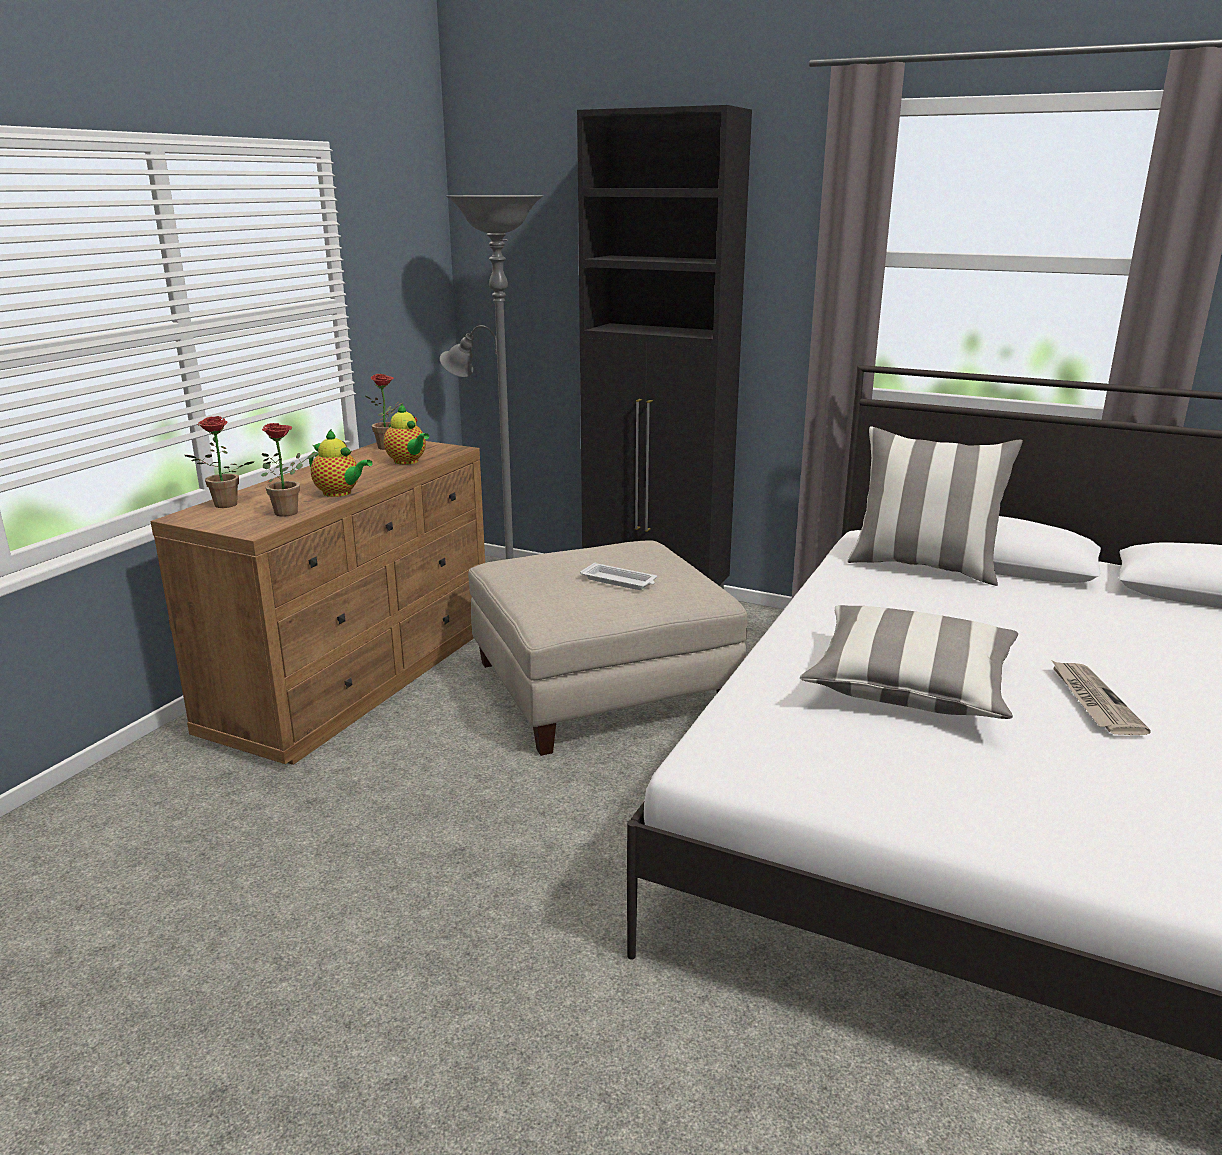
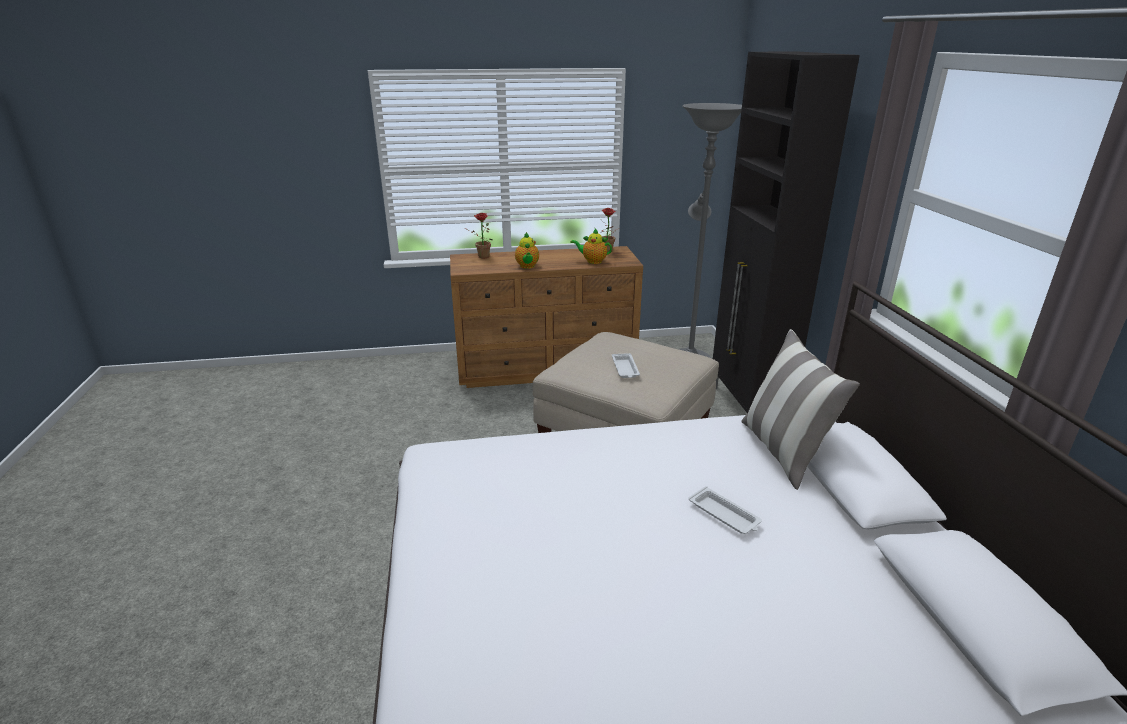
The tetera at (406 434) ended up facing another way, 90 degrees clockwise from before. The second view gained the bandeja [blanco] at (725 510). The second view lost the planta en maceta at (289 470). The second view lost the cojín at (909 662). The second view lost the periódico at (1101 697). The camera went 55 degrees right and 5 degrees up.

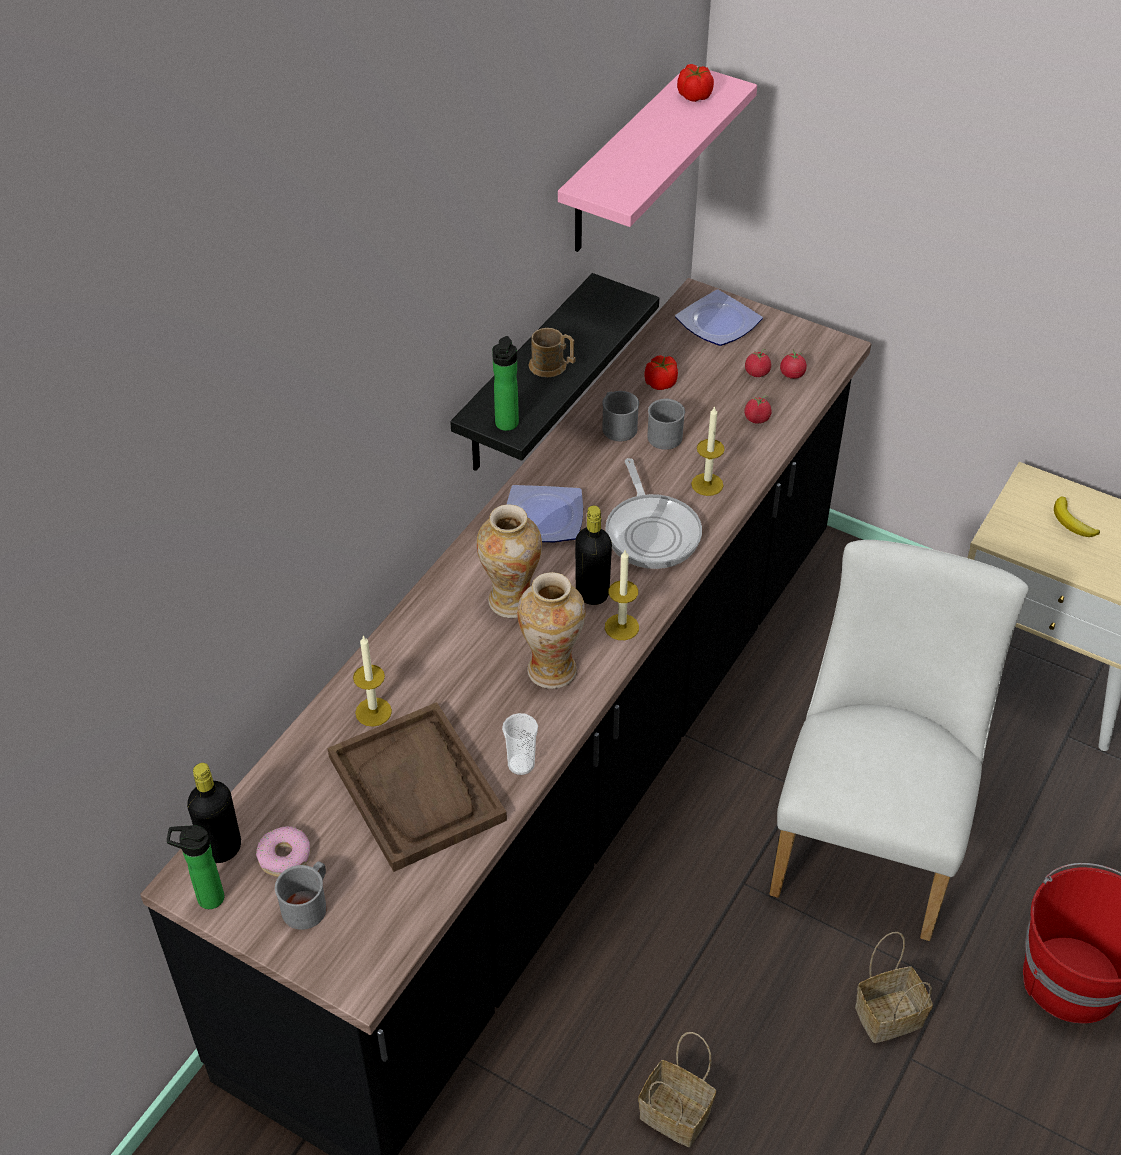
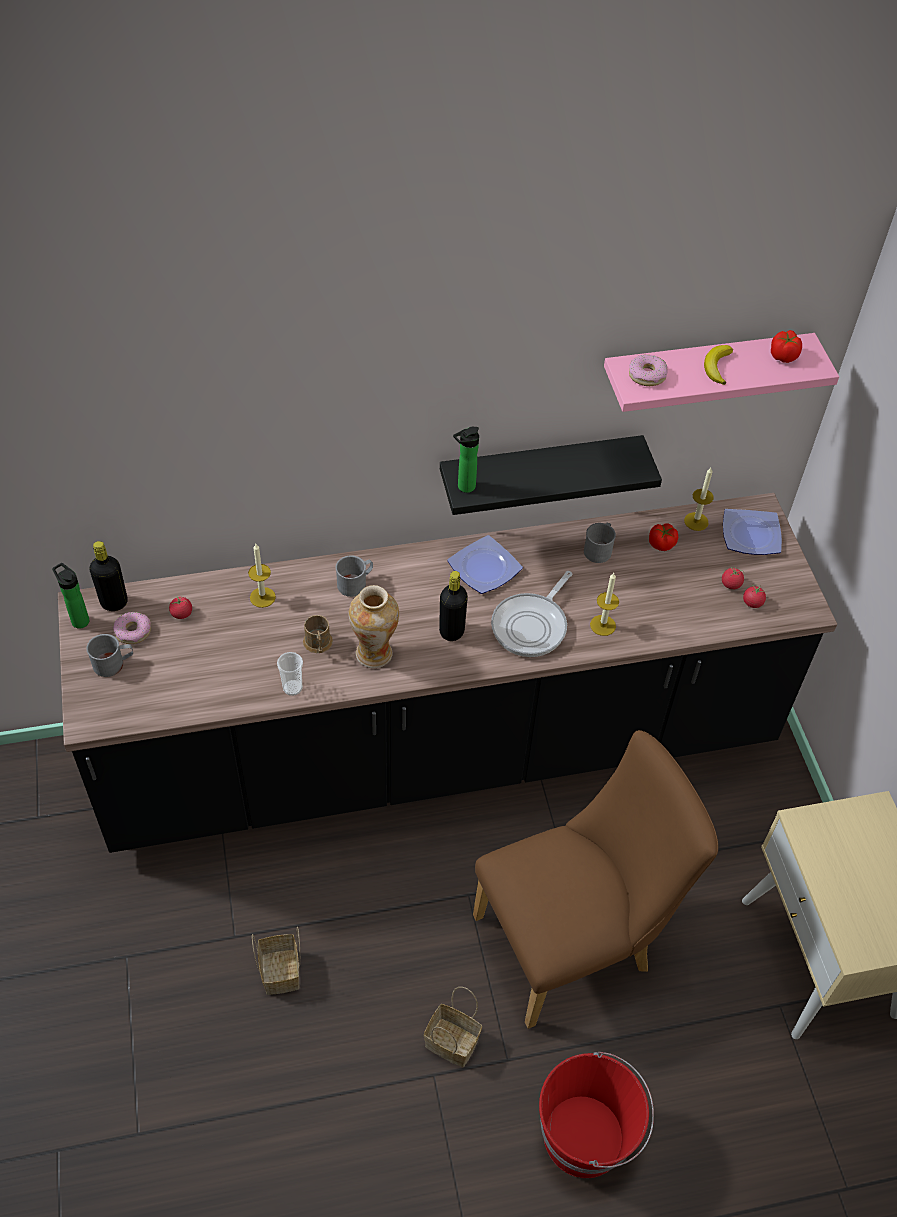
The tomate ended up elsewhere, having gone from (758 409) to (180 607). The taza grande [marrón] ended up elsewhere, having gone from (552 352) to (318 634). The taza grande [gris] ended up elsewhere, having gone from (666 424) to (354 576). What was the silla [blanco] at (899 740) turned into the silla [marrón] at (595 879). The second view gained the rosquilla at (648 370). The vela ended up elsewhere, having gone from (622 595) to (699 499). The plátano ended up elsewhere, having gone from (1077 516) to (718 365). The second view lost the bandeja [marrón] at (417 787). The second view lost the florero at (509 561). The camera went 45 degrees right and 5 degrees up.

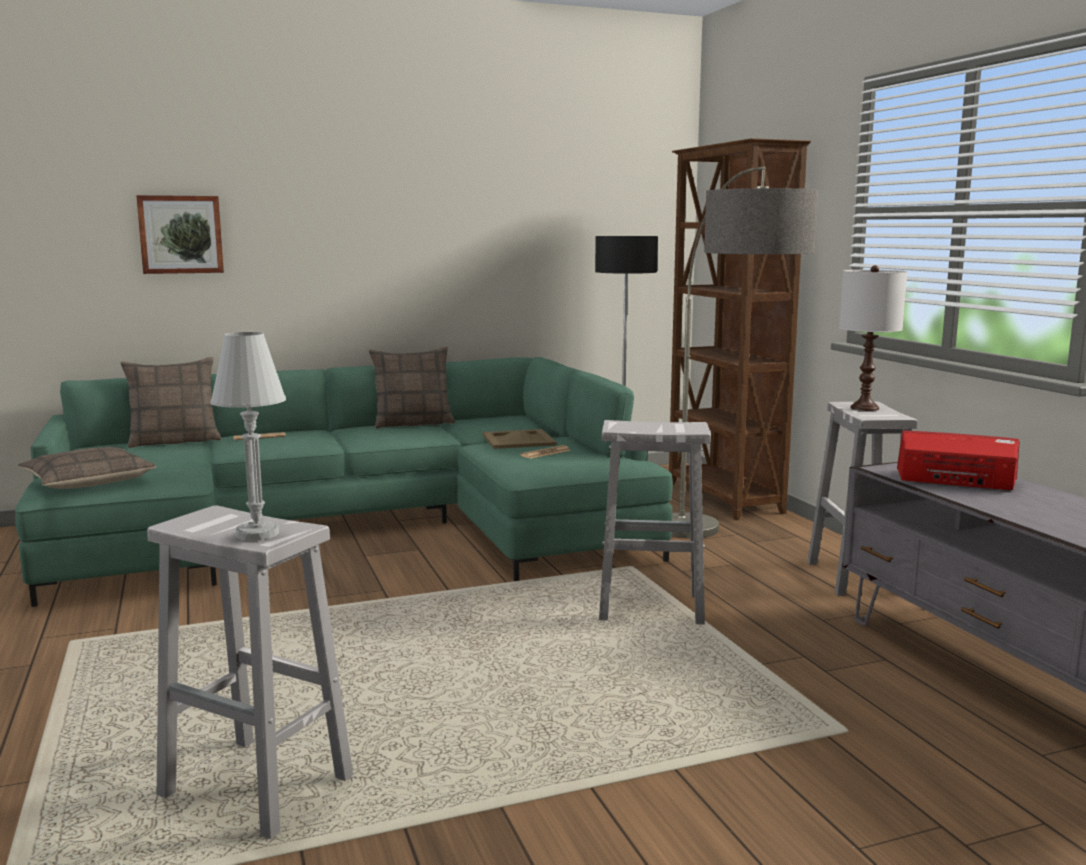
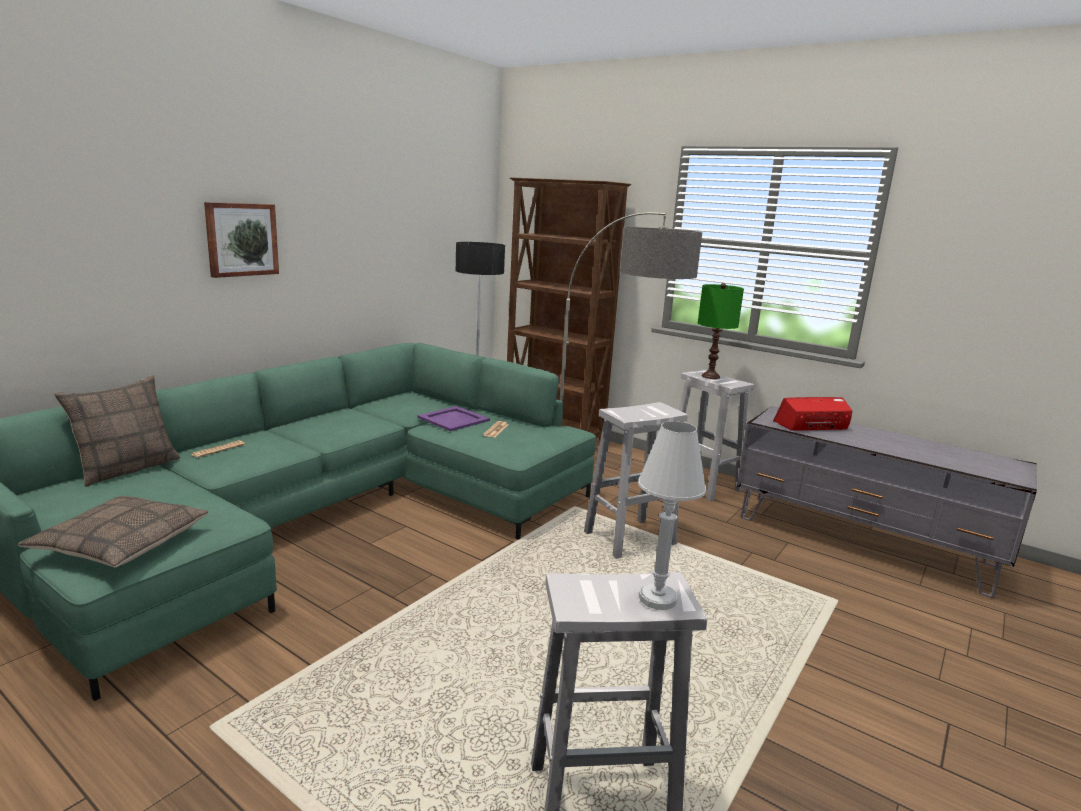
The cuadro ended up elsewhere, having gone from (180 234) to (241 240). What was the bandeja [beis] at (519 439) turned into the bandeja [morado] at (453 418). What was the lámpara de mesa [blanco] at (873 338) turned into the lámpara de mesa [verde] at (721 331). The second view lost the cojín at (412 388). The camera went 35 degrees left and 5 degrees up.

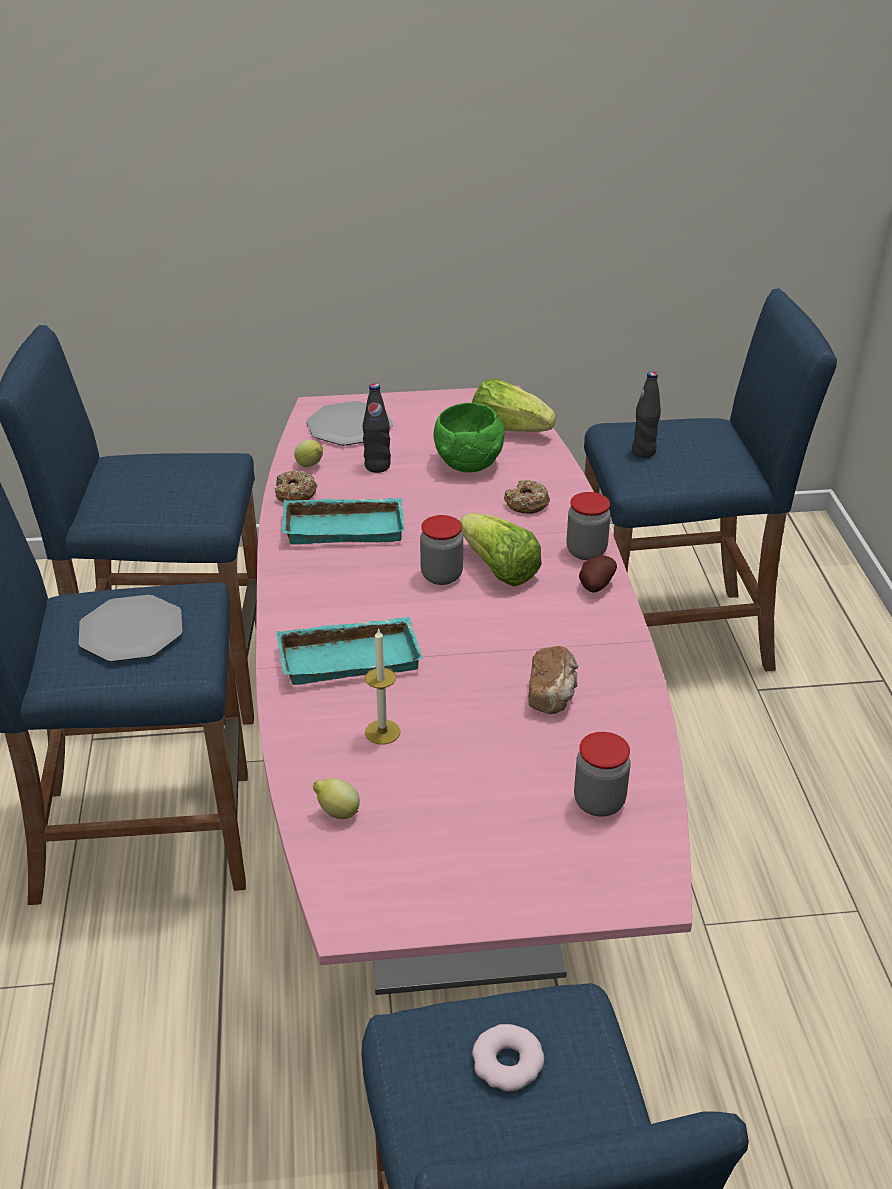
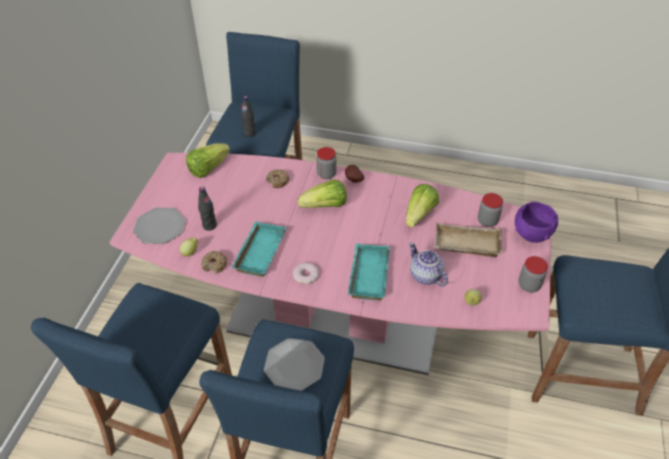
The rosquilla ended up elsewhere, having gone from (508 1058) to (306 273). Where the pan stood at (553 680), the lechuga came to stand at (422 205). Where the vela stood at (383 686), the tetera came to stand at (428 264). The second view gained the bandeja [beis] at (468 240). The second view gained the cuenco [morado] at (536 222). The tarro ended up elsewhere, having gone from (441 550) to (533 274). The second view lost the cuenco [verde] at (469 437). The camera went 70 degrees left and 10 degrees up.

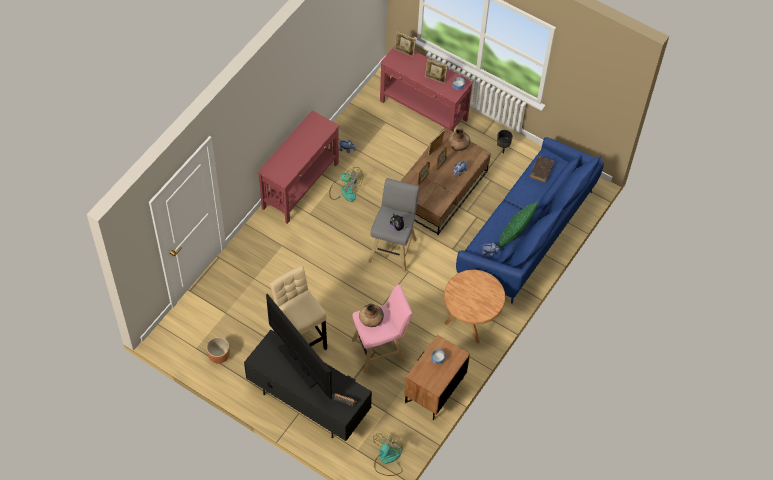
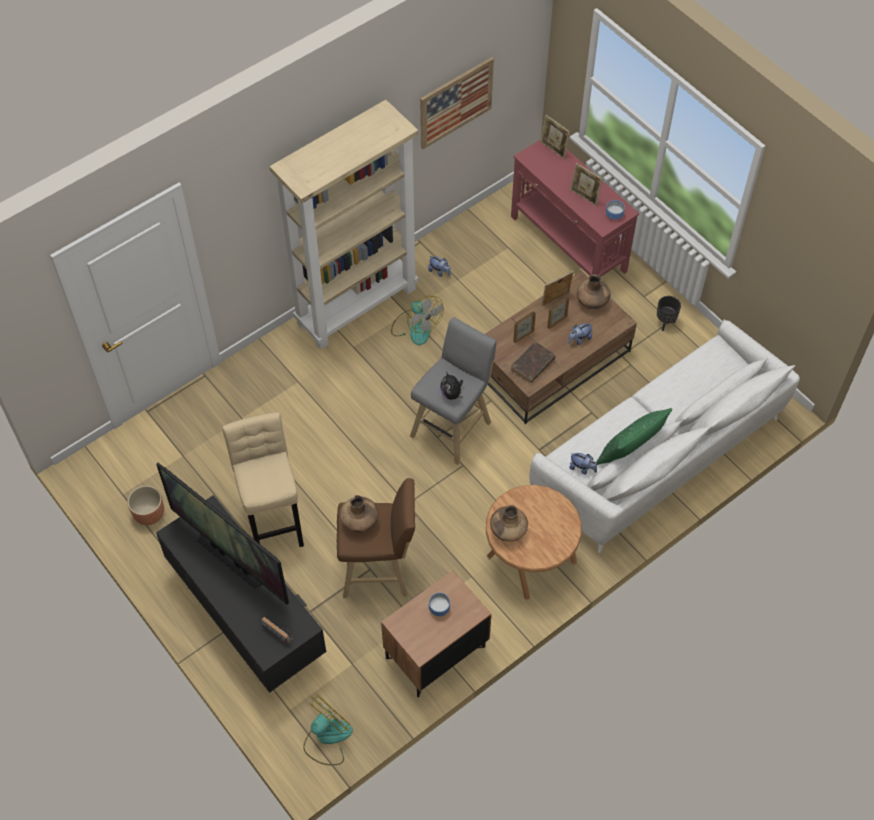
The televisor at (299 347) ended up facing another way, 150 degrees clockwise from before. Where the mesa consola [rojo] stood at (298 167), the estantería [beis] came to stand at (343 224). What was the taburete [rosa] at (382 329) turned into the taburete [marrón] at (376 538). The second view gained the cuadro at (457 103). The second view gained the florero [marrón] at (509 523). The libro [marrón] ended up elsewhere, having gone from (542 169) to (533 362). What was the sofá [azul] at (530 220) turned into the sofá [blanco] at (664 436). The camera went 20 degrees right and 0 degrees up.

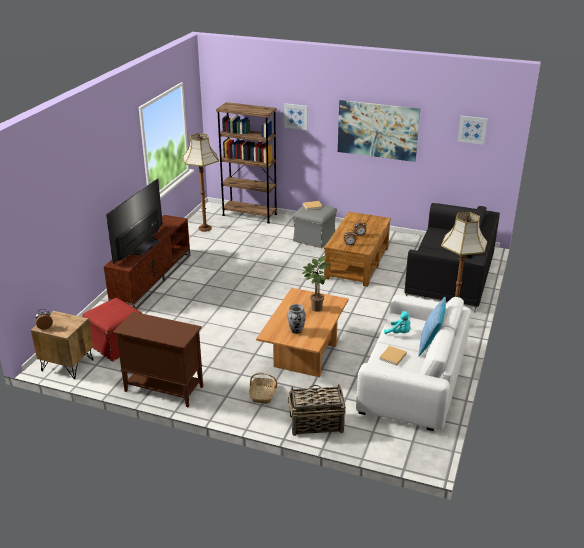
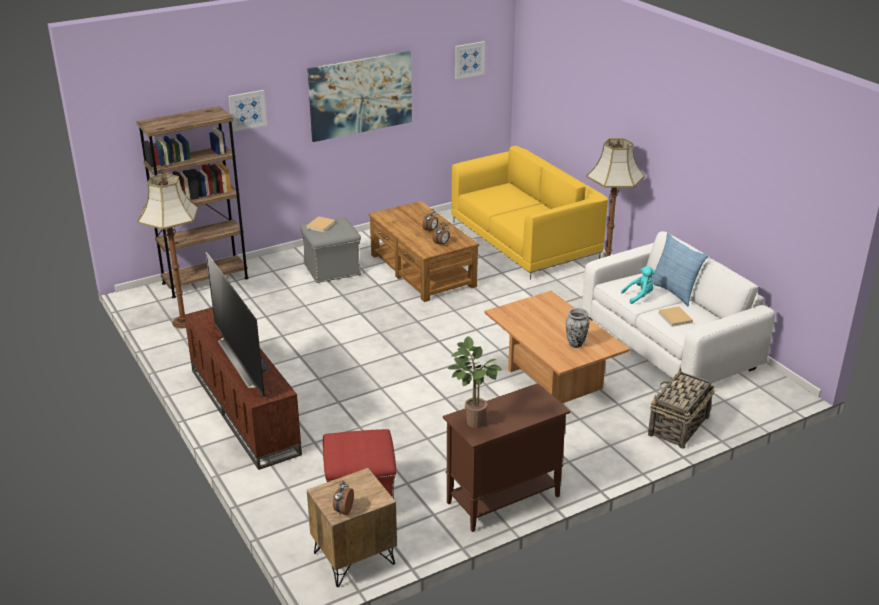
The planta en maceta ended up elsewhere, having gone from (315 284) to (475 382). What was the sofá [negro] at (452 258) turned into the sofá [amarillo] at (529 213). The second view lost the cesta at (263 388). The camera went 50 degrees left and 0 degrees up.

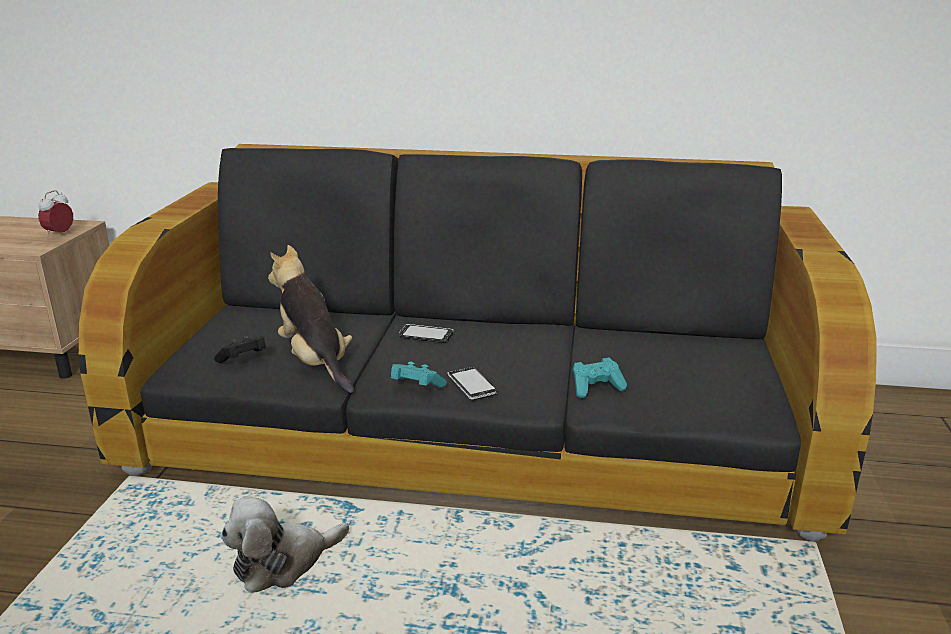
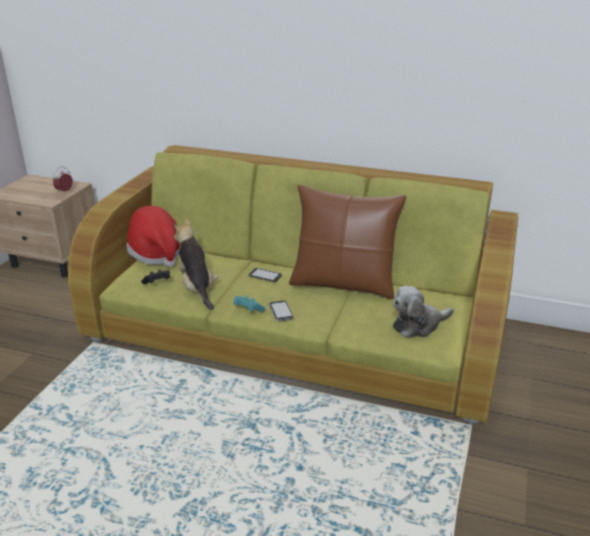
What was the sofá [negro] at (478 343) turned into the sofá [verde] at (293 285). The second view gained the sombrero at (153 236). The second view gained the cojín [marrón] at (347 242). The peluche ended up elsewhere, having gone from (284 545) to (423 312). The second view lost the mando de consola [turquesa] at (599 377). The camera went 10 degrees right and 5 degrees up.

